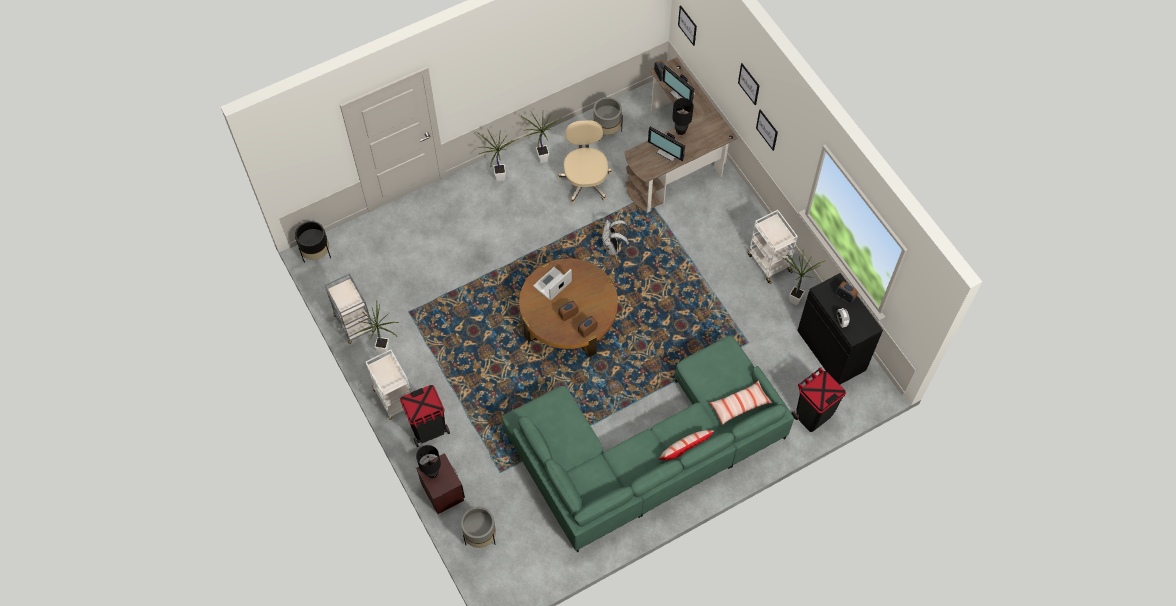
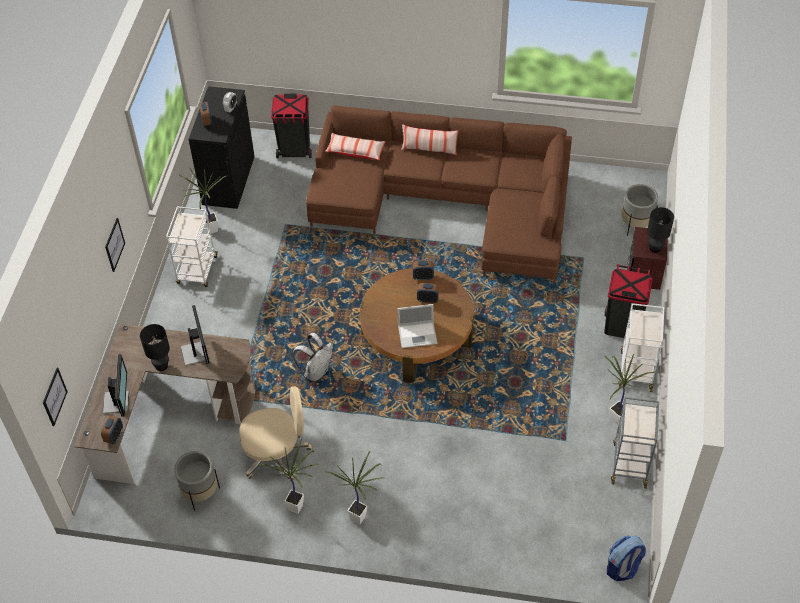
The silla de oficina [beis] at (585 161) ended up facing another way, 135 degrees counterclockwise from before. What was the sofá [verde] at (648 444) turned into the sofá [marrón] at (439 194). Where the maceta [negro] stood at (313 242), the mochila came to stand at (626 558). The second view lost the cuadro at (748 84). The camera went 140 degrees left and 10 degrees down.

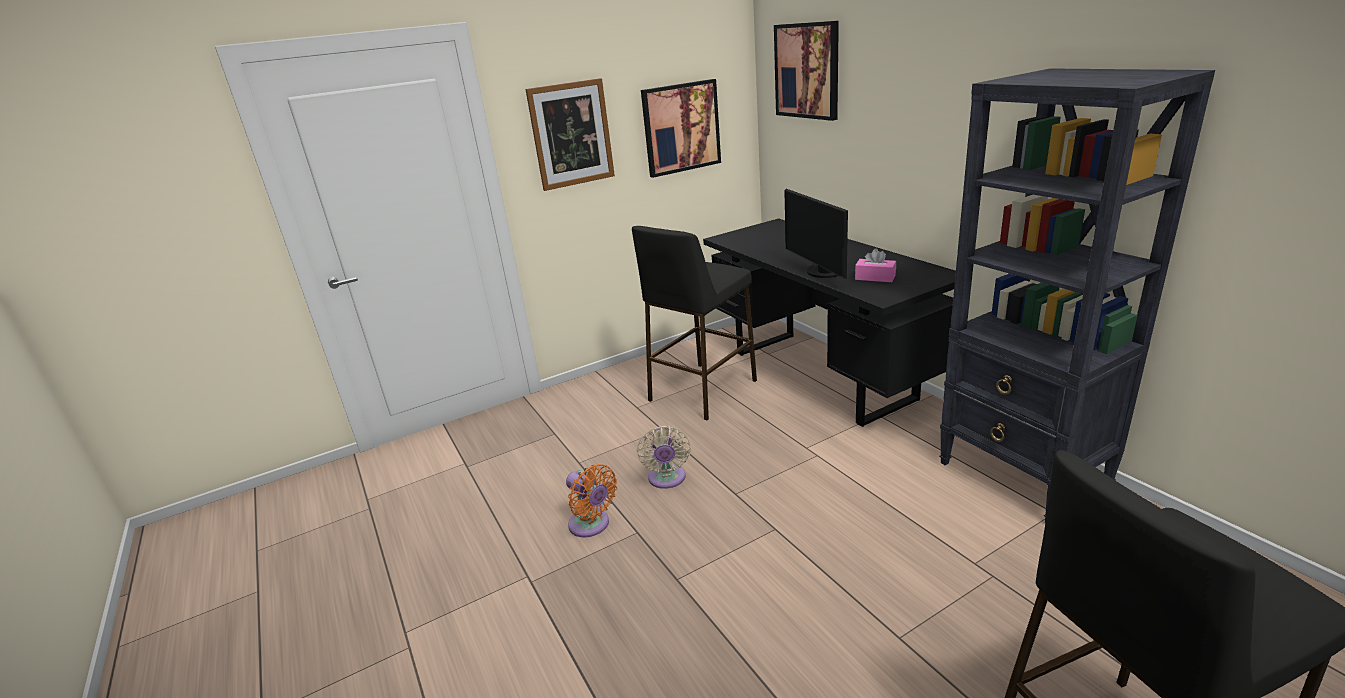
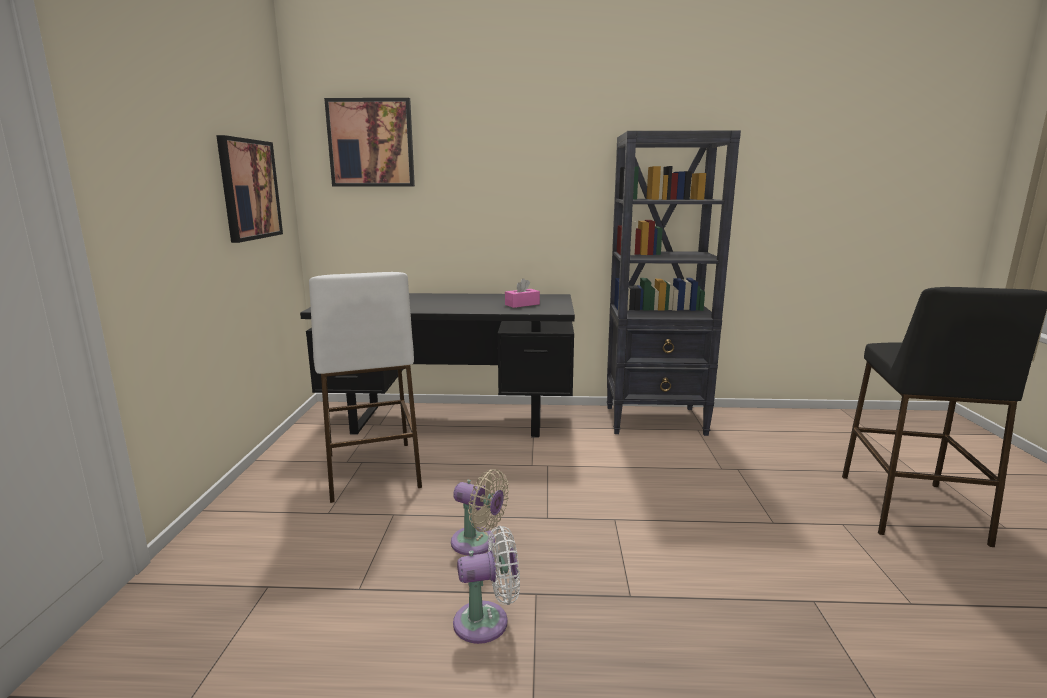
What was the taburete [negro] at (694 323) turned into the taburete [blanco] at (365 387). What was the ventilador [naranja] at (591 501) turned into the ventilador [blanco] at (486 585). The second view lost the cuadro at (570 134). The second view lost the monitor at (816 234). The camera went 60 degrees left and 10 degrees down.

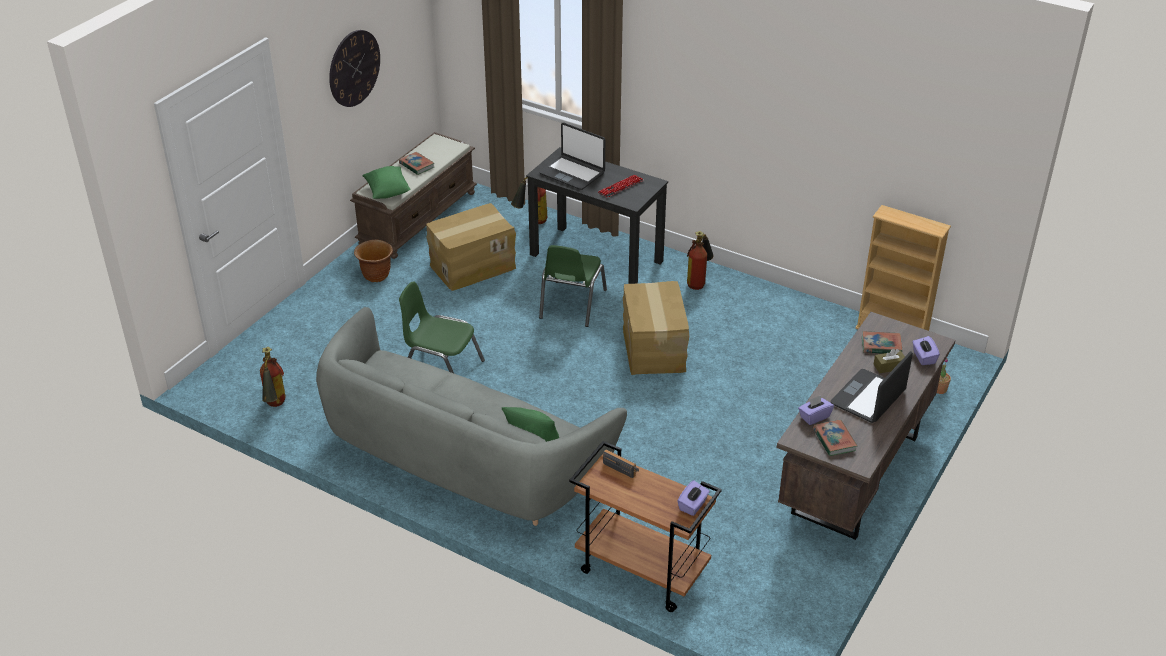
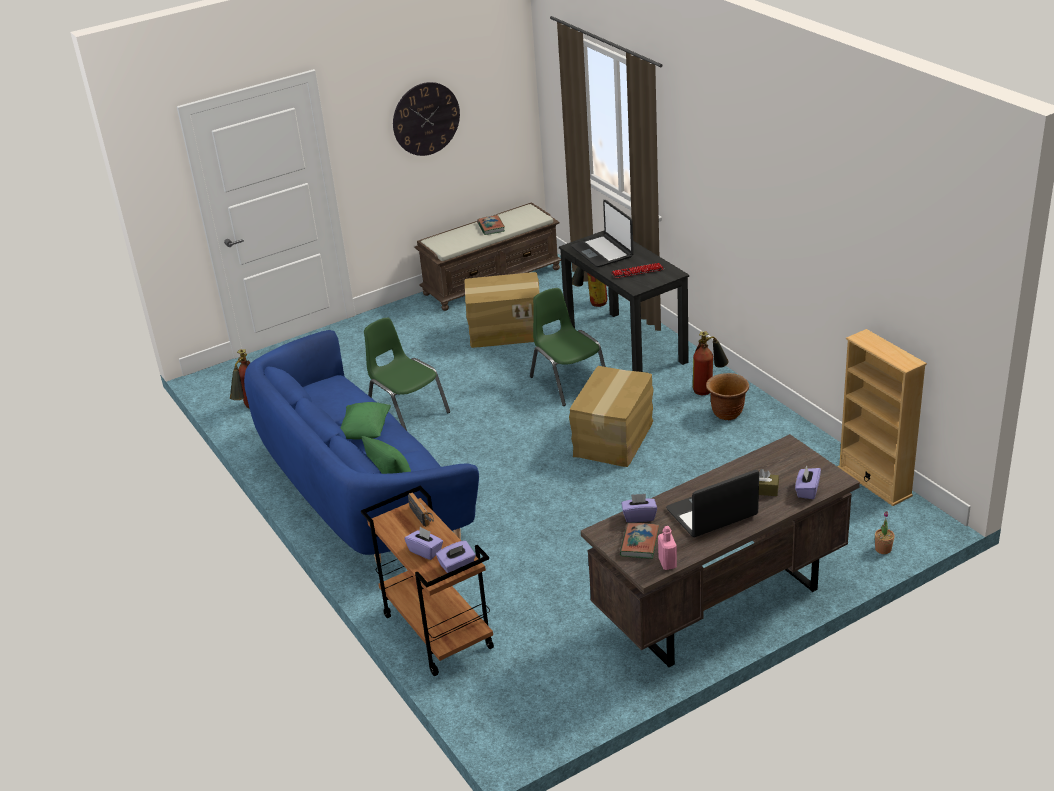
What was the sofá [gris] at (471 416) turned into the sofá [azul] at (361 446). The cojín [verde] ended up elsewhere, having gone from (386 182) to (365 421). The second view gained the caja de pañuelos [morado] at (424 543). The silla [verde] at (573 286) ended up facing another way, 105 degrees clockwise from before. The second view gained the botella [rosa] at (667 548). The maceta [marrón] ended up elsewhere, having gone from (373 261) to (727 396). The second view lost the libro at (882 342). The camera went 30 degrees right and 5 degrees down.

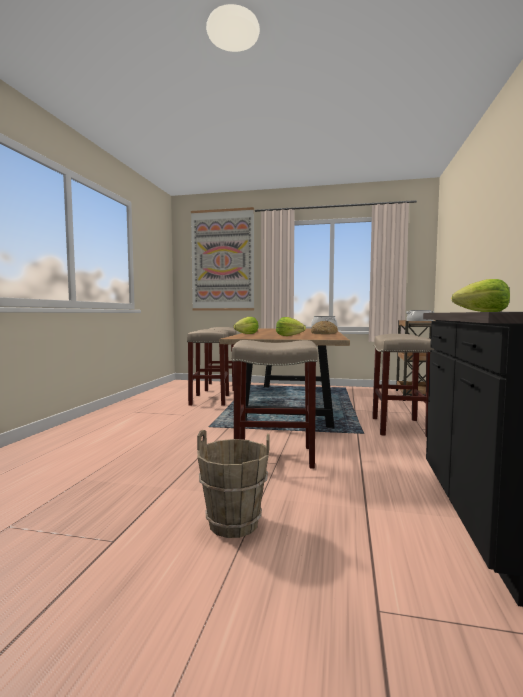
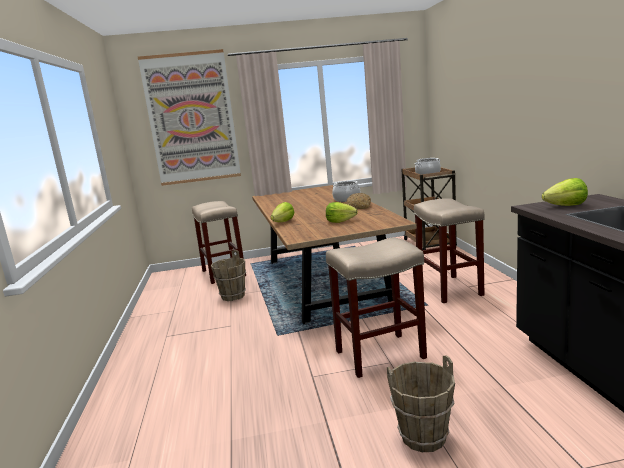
Where the taburete [beis] stood at (208 367), the cubo [marrón] came to stand at (228 275). The camera went 20 degrees left and 10 degrees up.

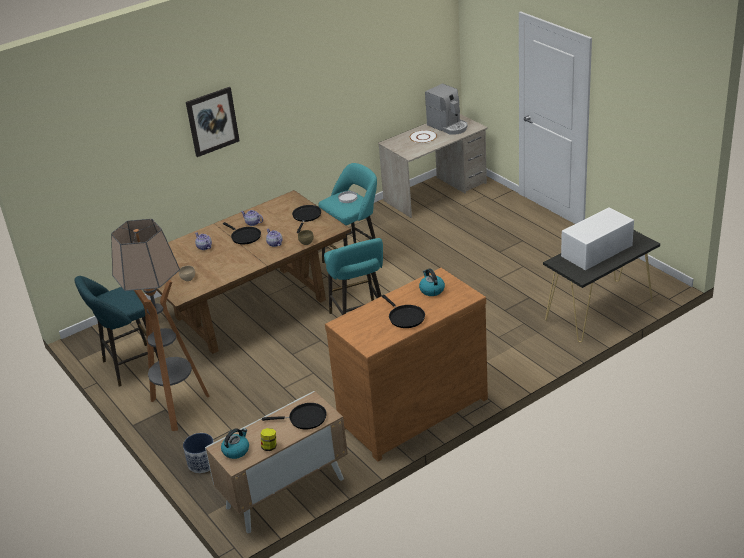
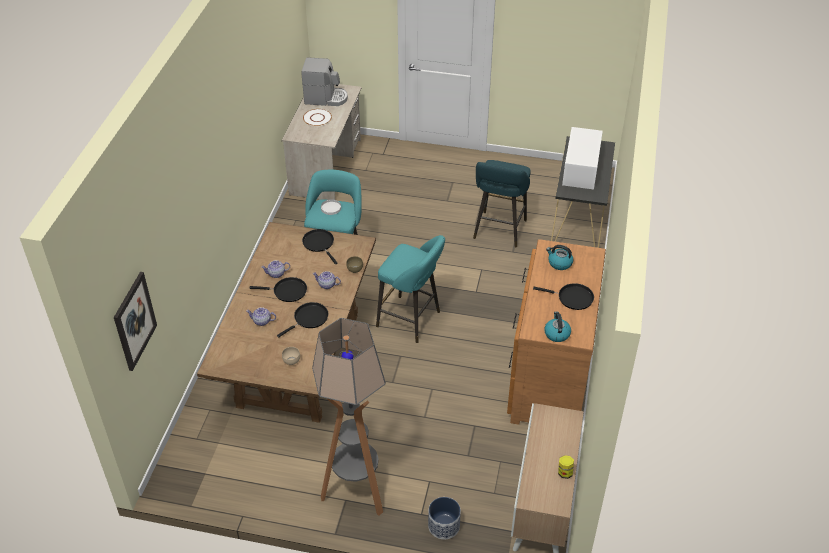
The cuadro ended up elsewhere, having gone from (213 122) to (135 321). The sartén [negro] ended up elsewhere, having gone from (294 416) to (302 320). The taburete [turquesa] ended up elsewhere, having gone from (117 331) to (501 203). The hervidor ended up elsewhere, having gone from (235 443) to (557 327). The camera went 45 degrees left and 10 degrees up.

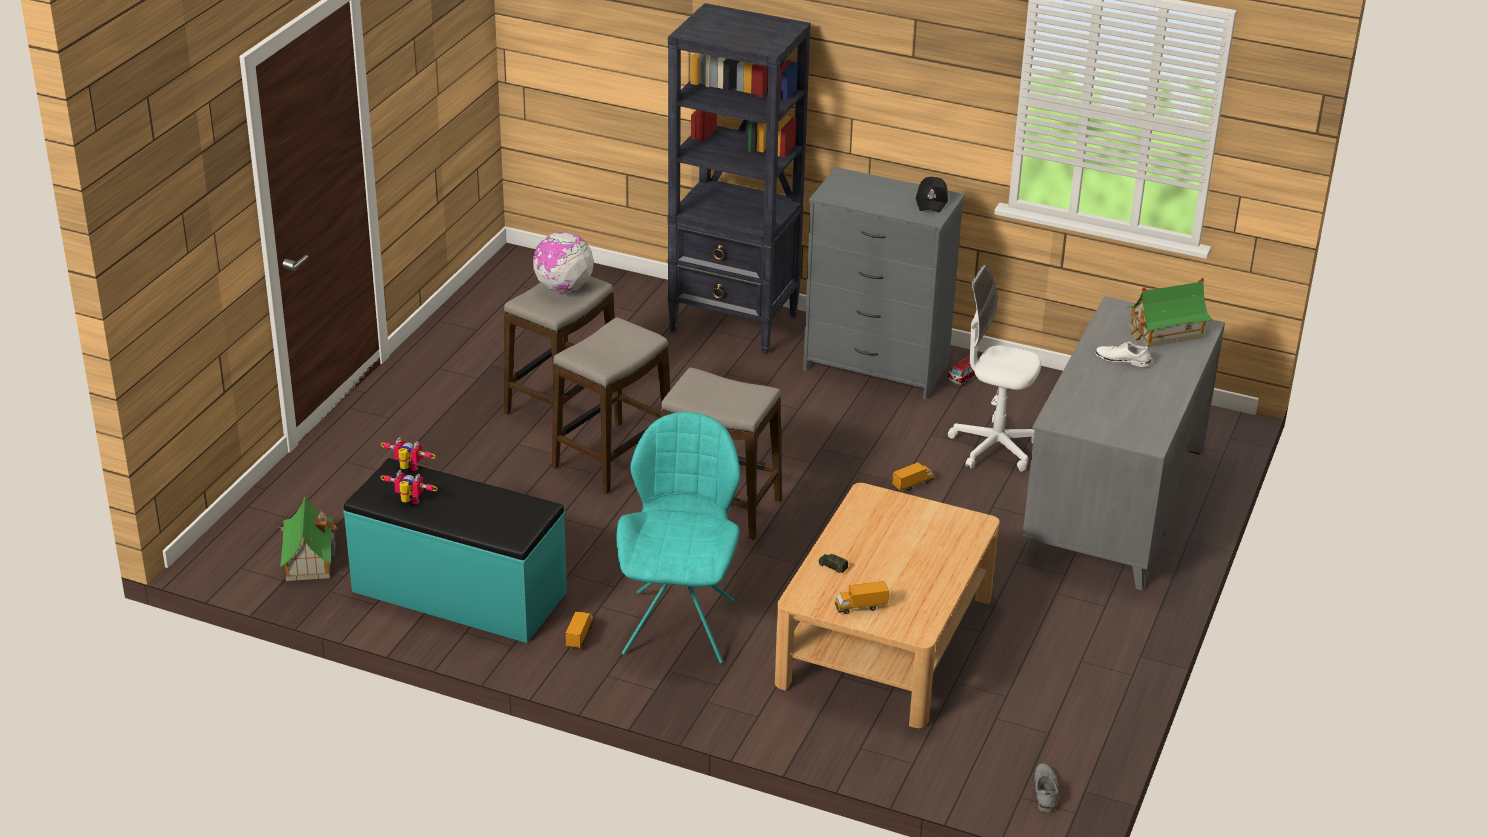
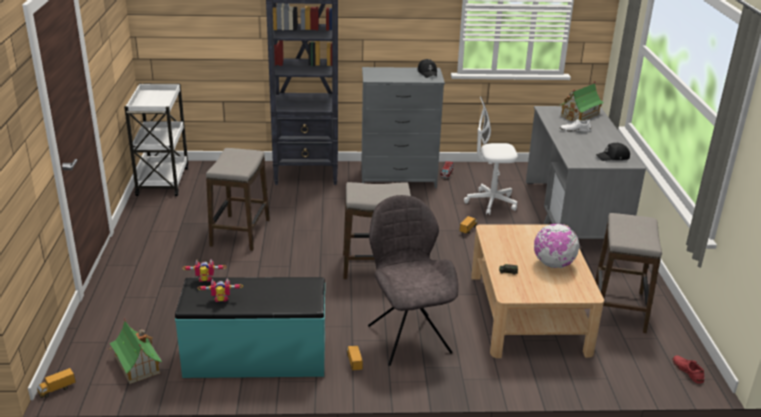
The camión de juguete ended up elsewhere, having gone from (862 597) to (56 383). The second view gained the carrito [blanco] at (156 139). What was the silla [turquesa] at (678 538) turned into the silla [gris] at (413 280). The globo terráqueo ended up elsewhere, having gone from (563 262) to (557 246). The taburete ended up elsewhere, having gone from (611 405) to (628 273). The second view gained the gorra [negro] at (613 152). What was the zapato [gris] at (1046 787) turned into the zapato [rojo] at (688 369). The camera went 25 degrees left and 5 degrees down.

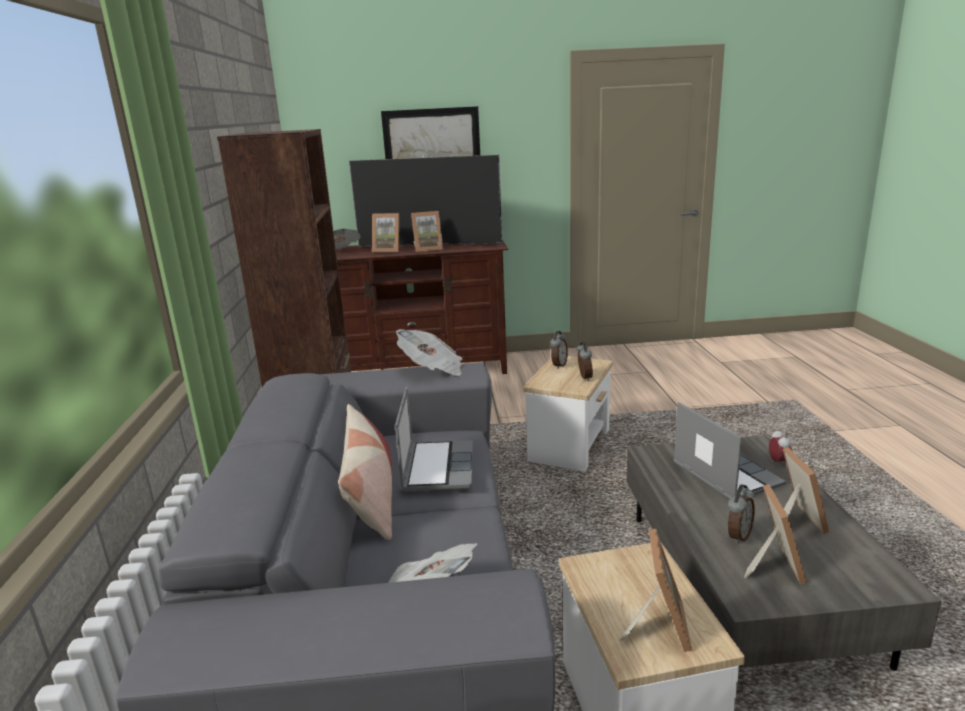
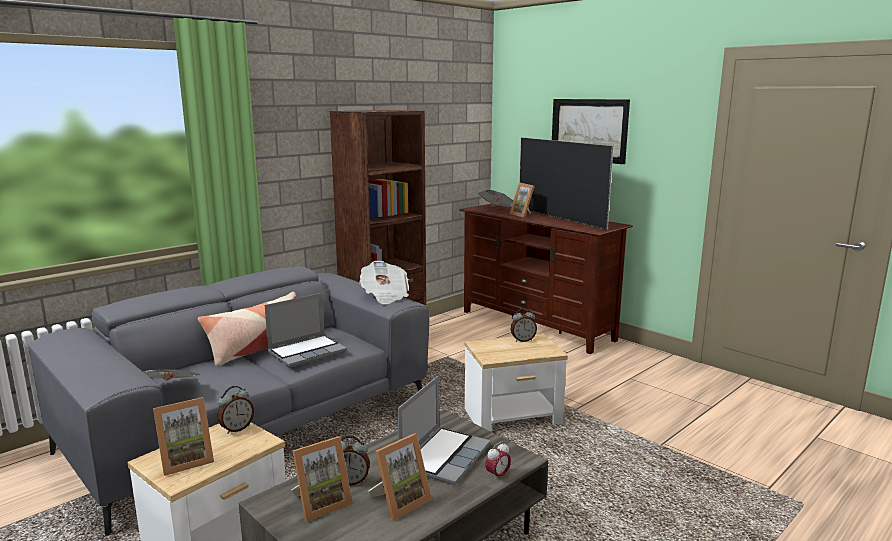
The despertador ended up elsewhere, having gone from (584 361) to (235 410). The second view lost the portarretratos at (427 231). The camera went 50 degrees right and 5 degrees down.

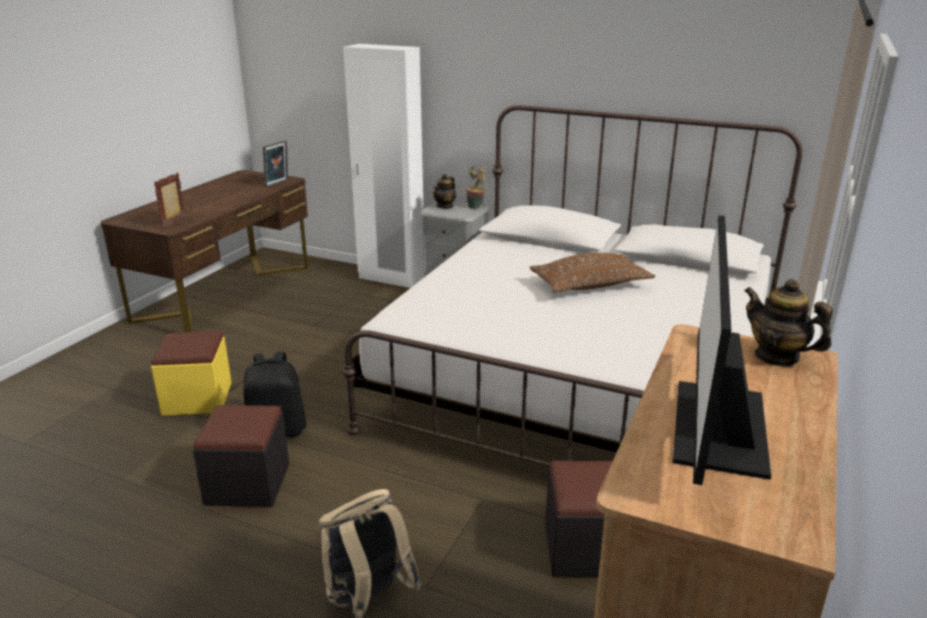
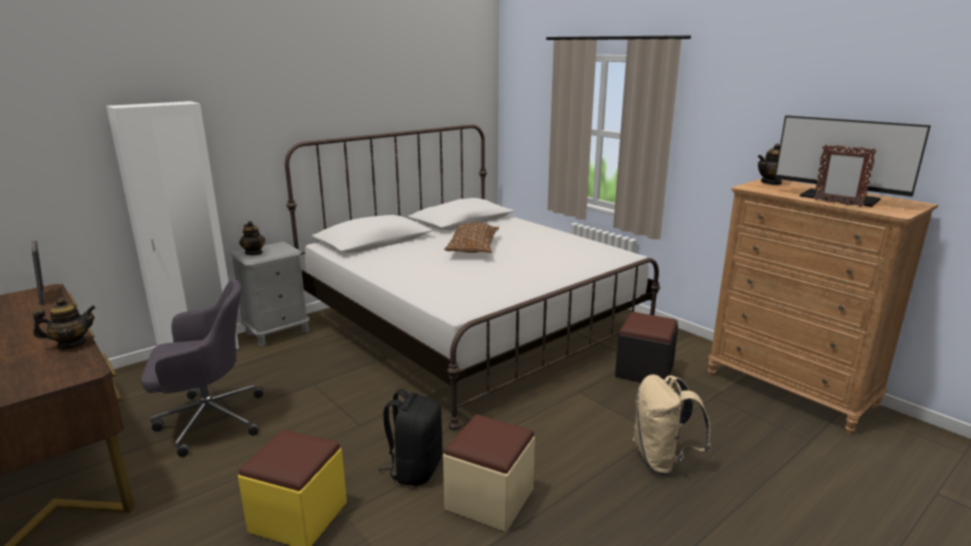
The second view gained the tetera at (64 323). The second view gained the silla de oficina [gris] at (202 368). What was the puf [negro] at (241 456) turned into the puf [beis] at (489 473). The portarretratos ended up elsewhere, having gone from (169 201) to (845 176). The second view lost the planta en maceta at (476 187). The camera went 65 degrees left and 5 degrees down.

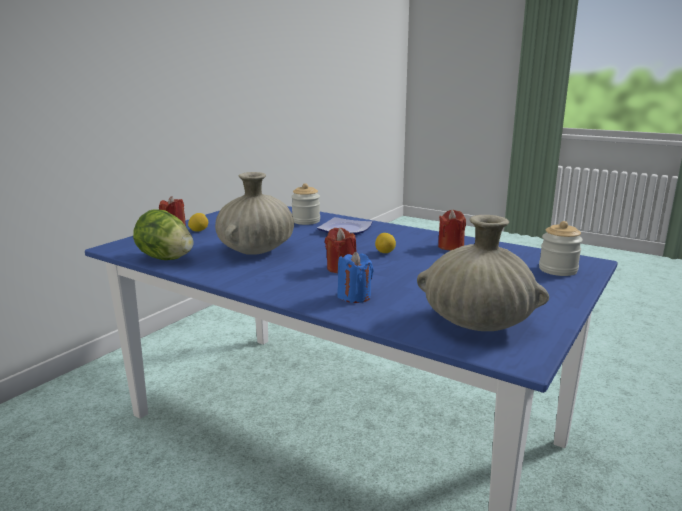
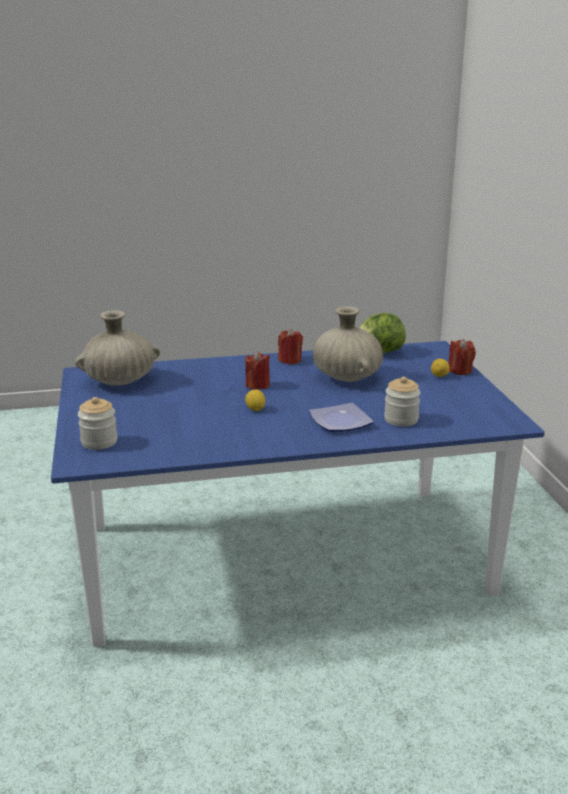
The vela [rojo] ended up elsewhere, having gone from (452 230) to (290 346). The second view lost the vela [azul] at (355 277). The camera went 135 degrees right and 5 degrees up.

